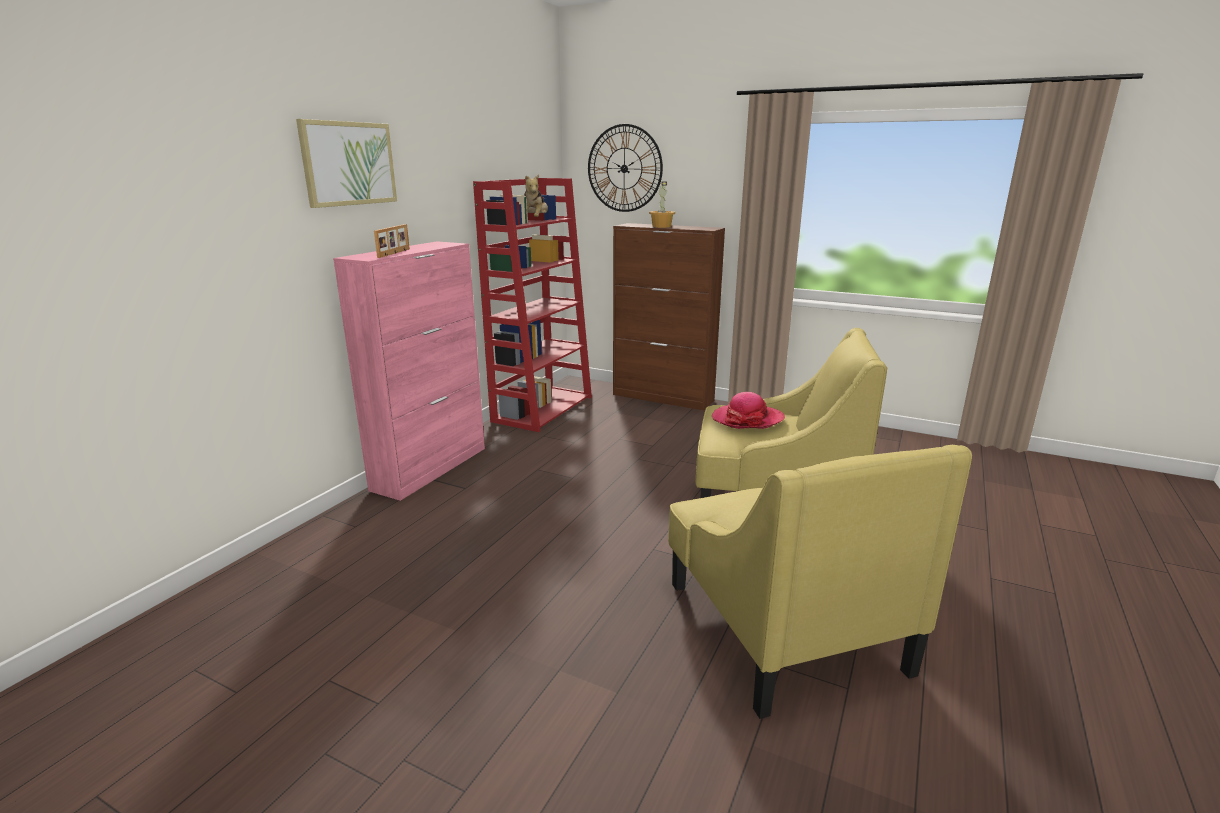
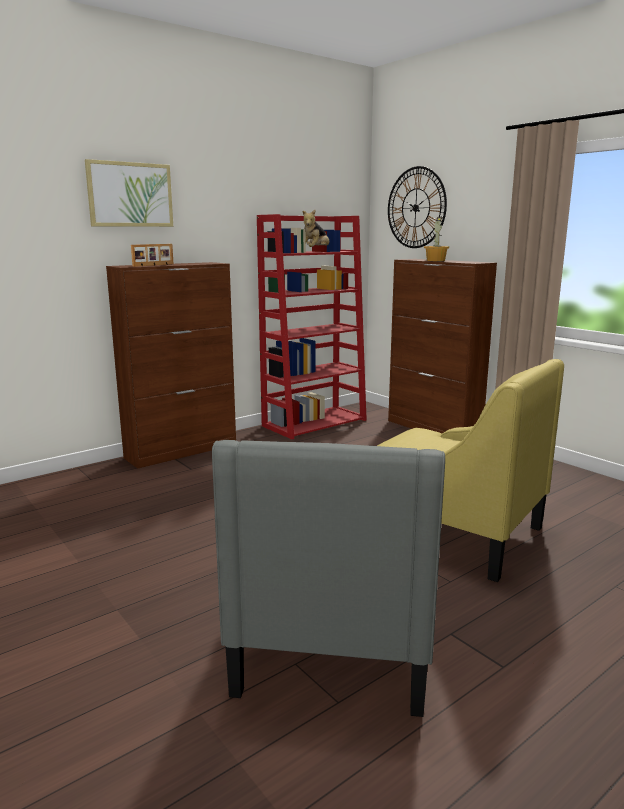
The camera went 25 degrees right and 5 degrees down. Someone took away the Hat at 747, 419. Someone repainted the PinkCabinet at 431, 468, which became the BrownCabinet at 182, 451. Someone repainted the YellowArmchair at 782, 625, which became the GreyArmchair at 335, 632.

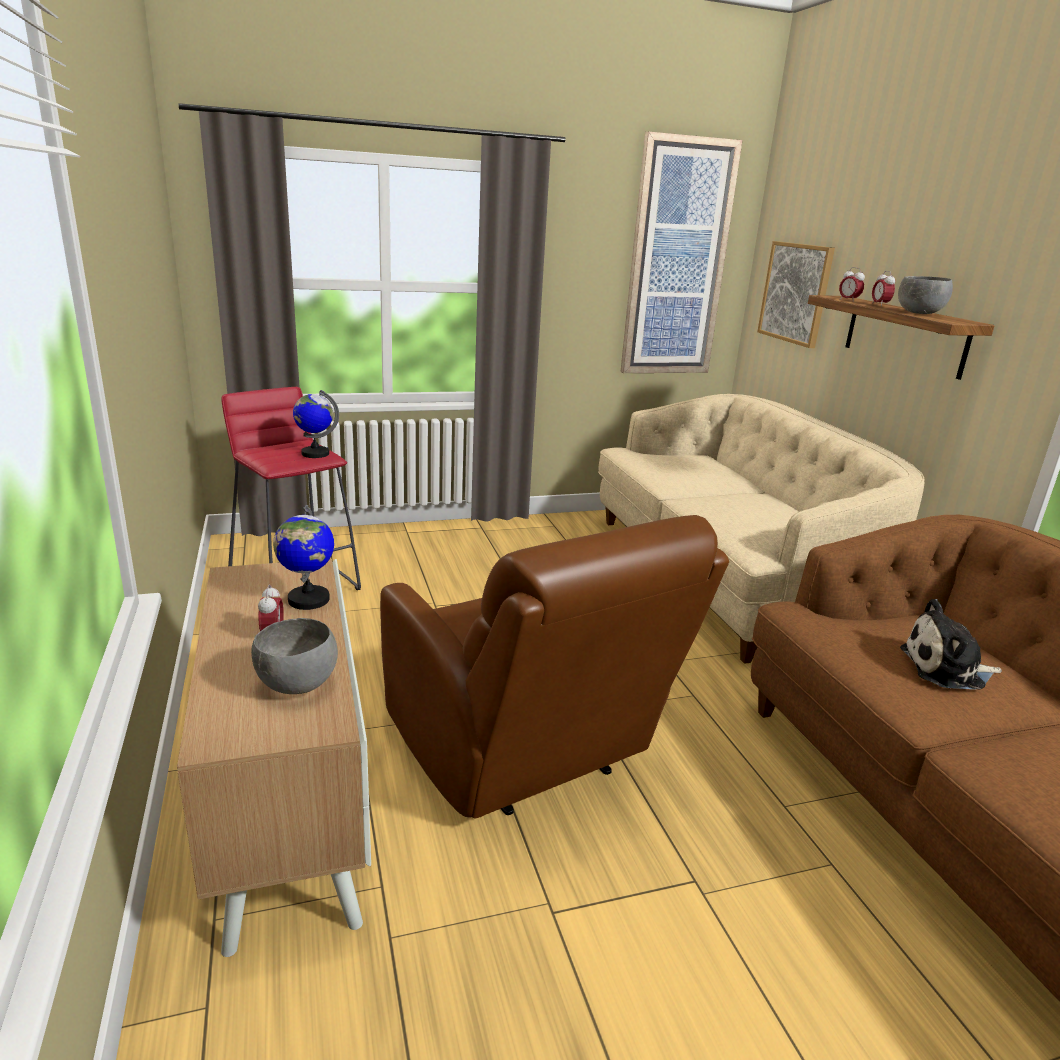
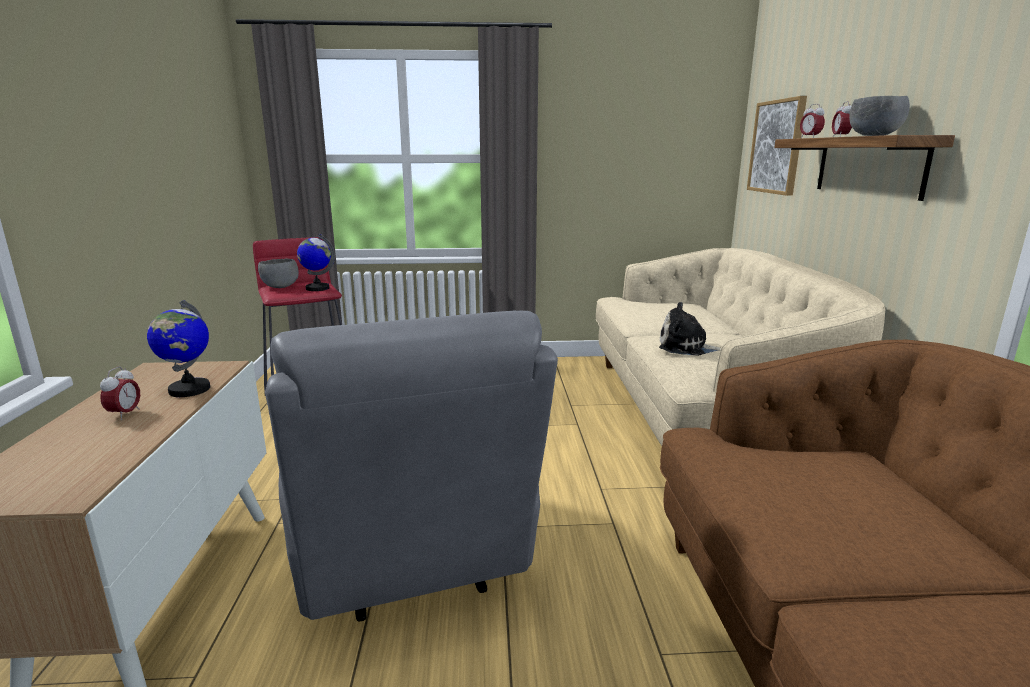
The camera went 15 degrees right and 5 degrees down. Someone took away the Picture at 677, 260. Someone carried the GreyBowl from 296, 685 to 280, 287. Someone carried the PlushToy from 947, 669 to 686, 348. Someone repainted the BrownArmchair at 525, 754, which became the GreyArmchair at 412, 562.

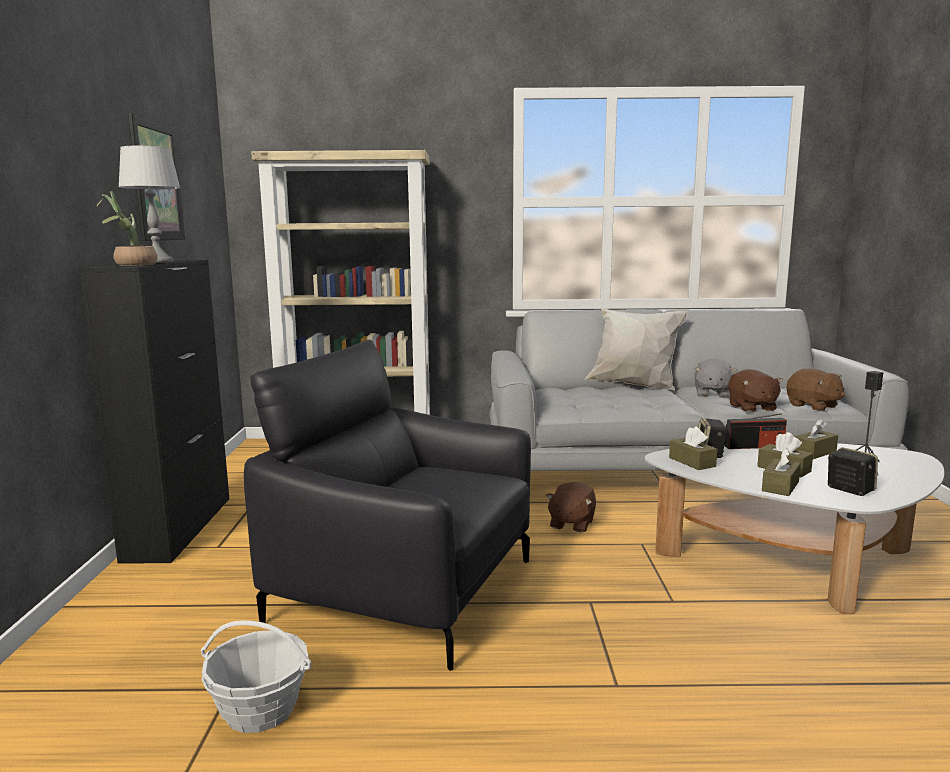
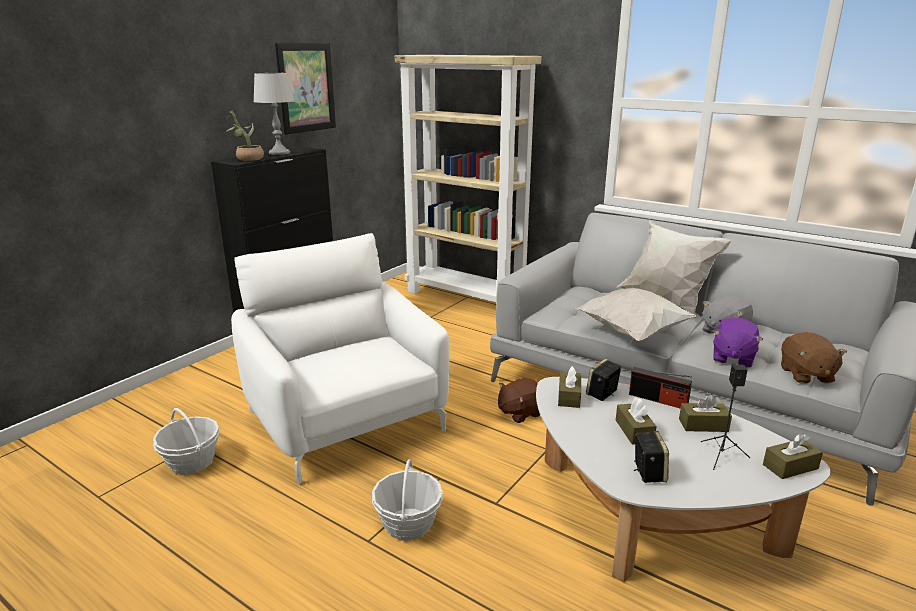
The camera went 35 degrees right and 10 degrees up. Someone put down the Basket at 408, 524. Someone put down the WhitePillow at 634, 333. Someone carried the BrownTissueBox from 780, 486 to 790, 467. Someone repainted the BlackArmchair at 405, 590, which became the WhiteArmchair at 346, 421. Someone repainted the BrownPlushToy at 751, 407, which became the PurplePlushToy at 732, 358.

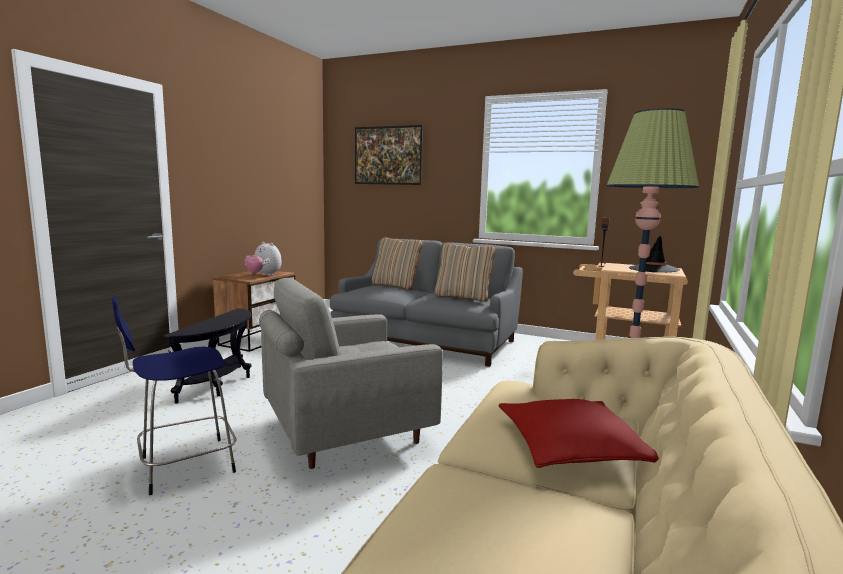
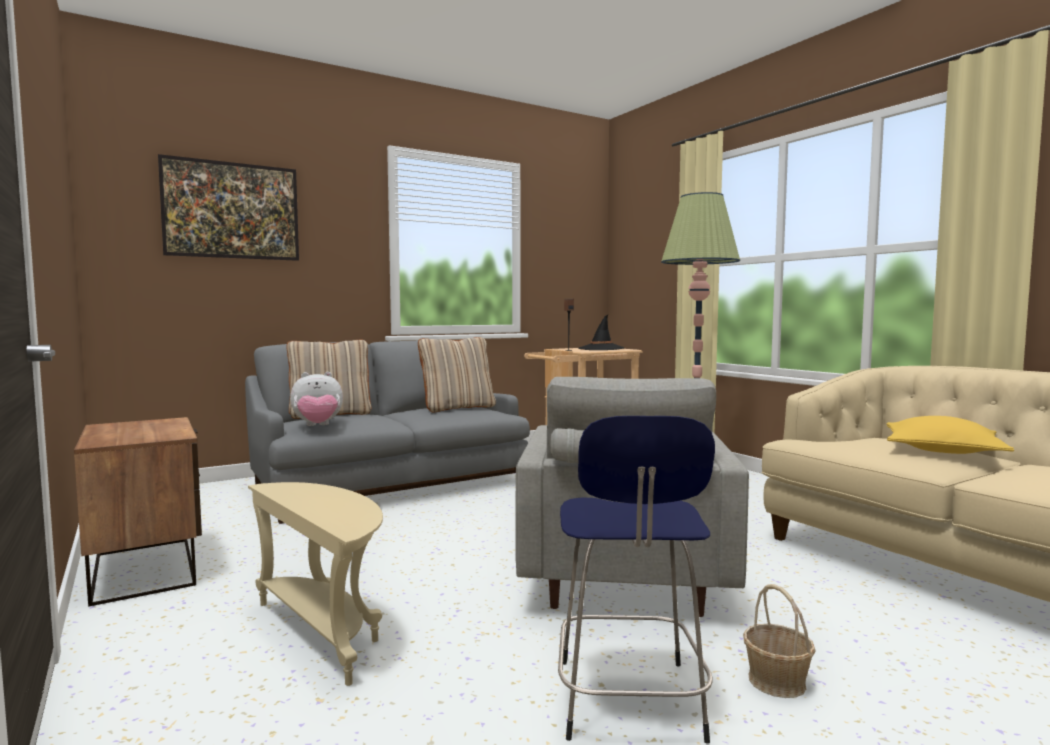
The camera went 55 degrees left and 5 degrees down. Someone put down the Basket at 776, 682. Someone carried the PlushToy from 264, 275 to 318, 426. Someone repainted the BlackSideTable at 221, 384, which became the BeigeSideTable at 324, 631. Someone repainted the RedPillow at 572, 448, which became the YellowPillow at 942, 450.

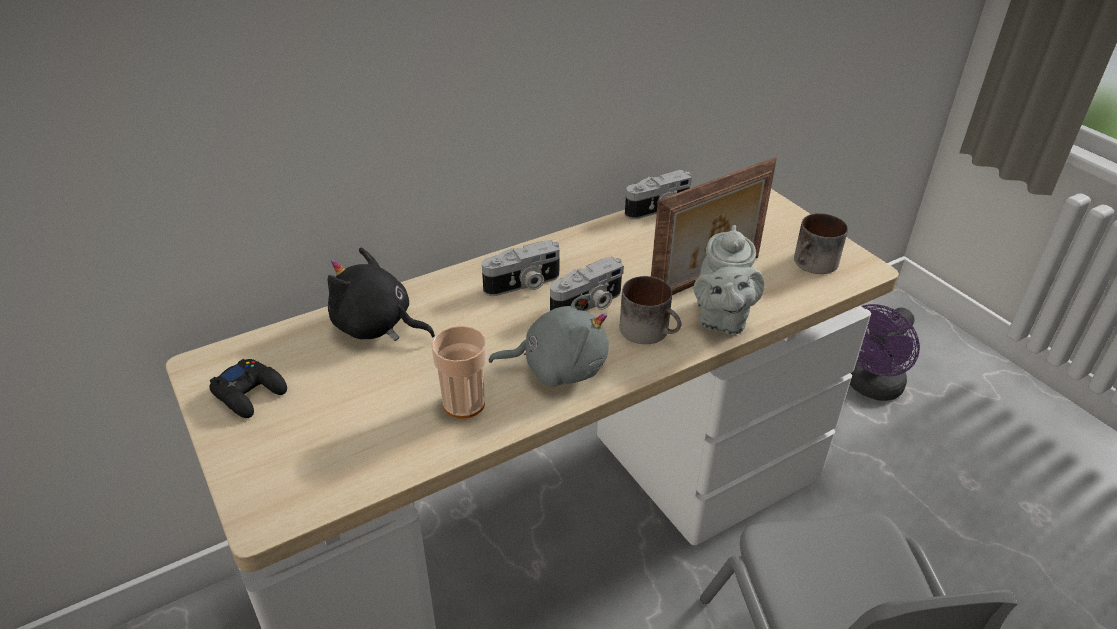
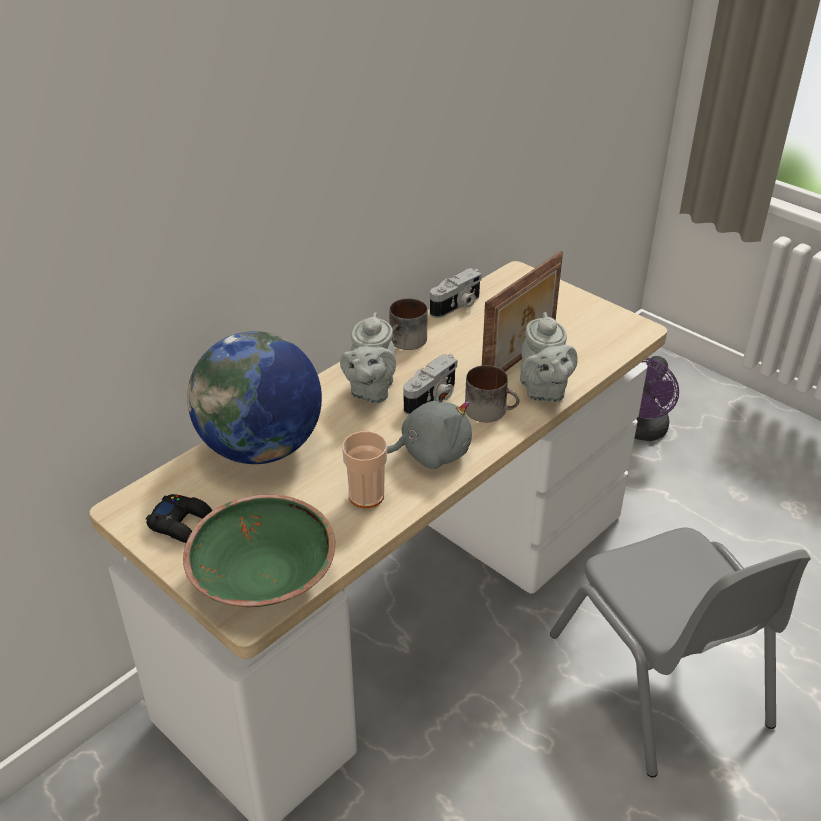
The camera went 15 degrees left and 0 degrees up. Someone put down the GreenBowl at 264, 577. Someone carried the Mug from 813, 265 to 406, 342. Someone swapped the BlackPlushToy at 376, 326 for the Globe at 261, 448. Someone swapped the PhotoCamera at 523, 285 for the GreyTeapot at 370, 390.

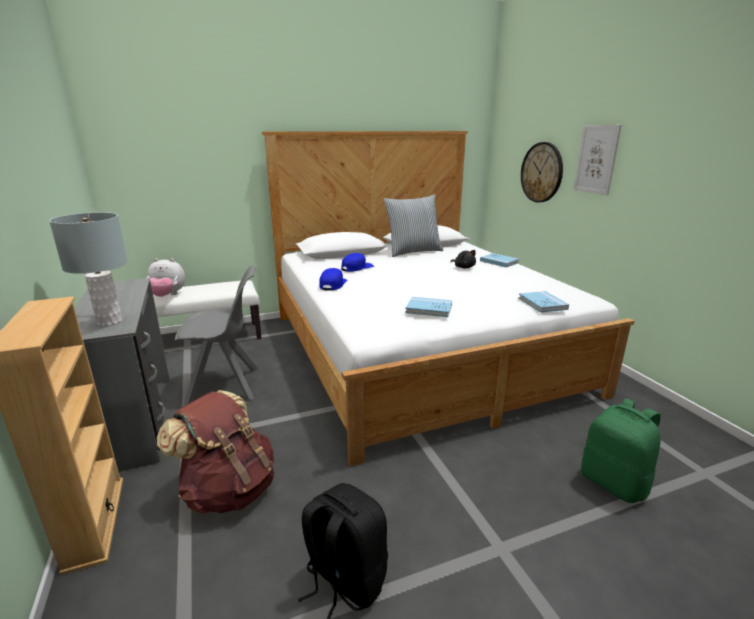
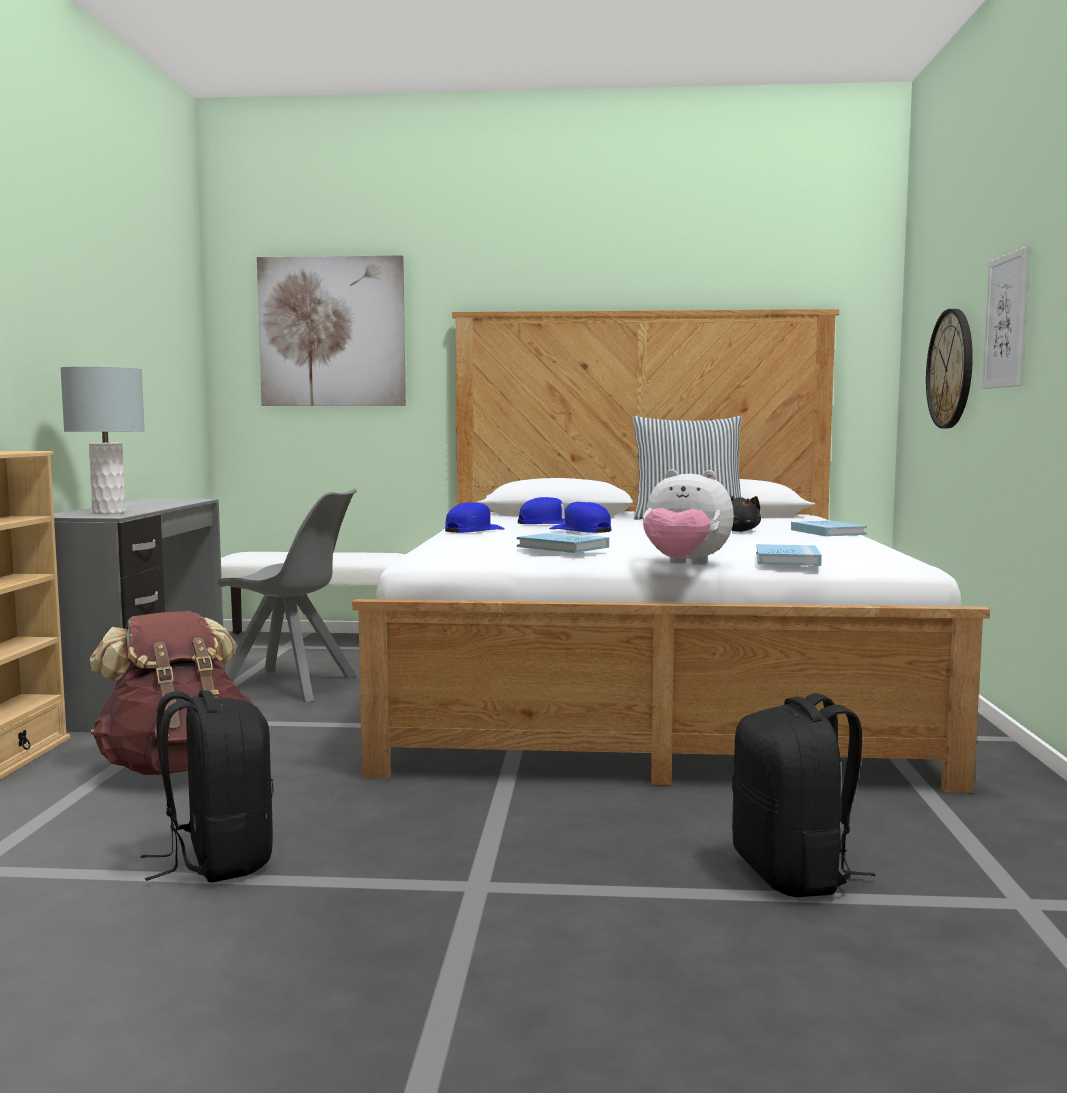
The camera went 25 degrees right and 15 degrees down. Someone put up the Picture at 332, 332. Someone put down the BlueCap at 581, 530. Someone carried the PlushToy from 167, 296 to 684, 565. Someone repainted the GreenBackpack at 614, 483, which became the BlackBackpack at 794, 874.

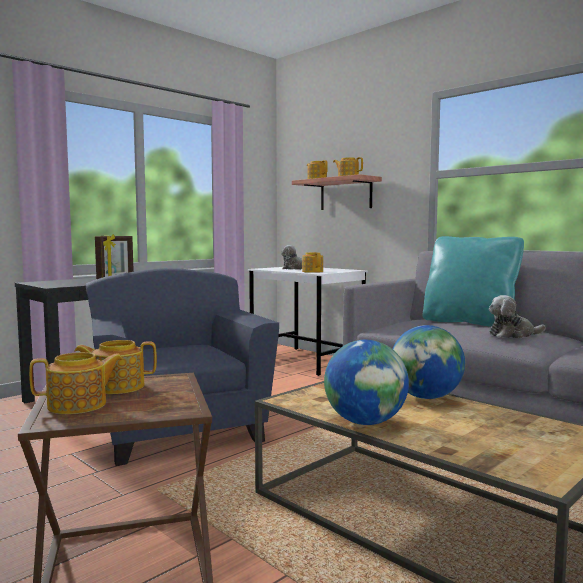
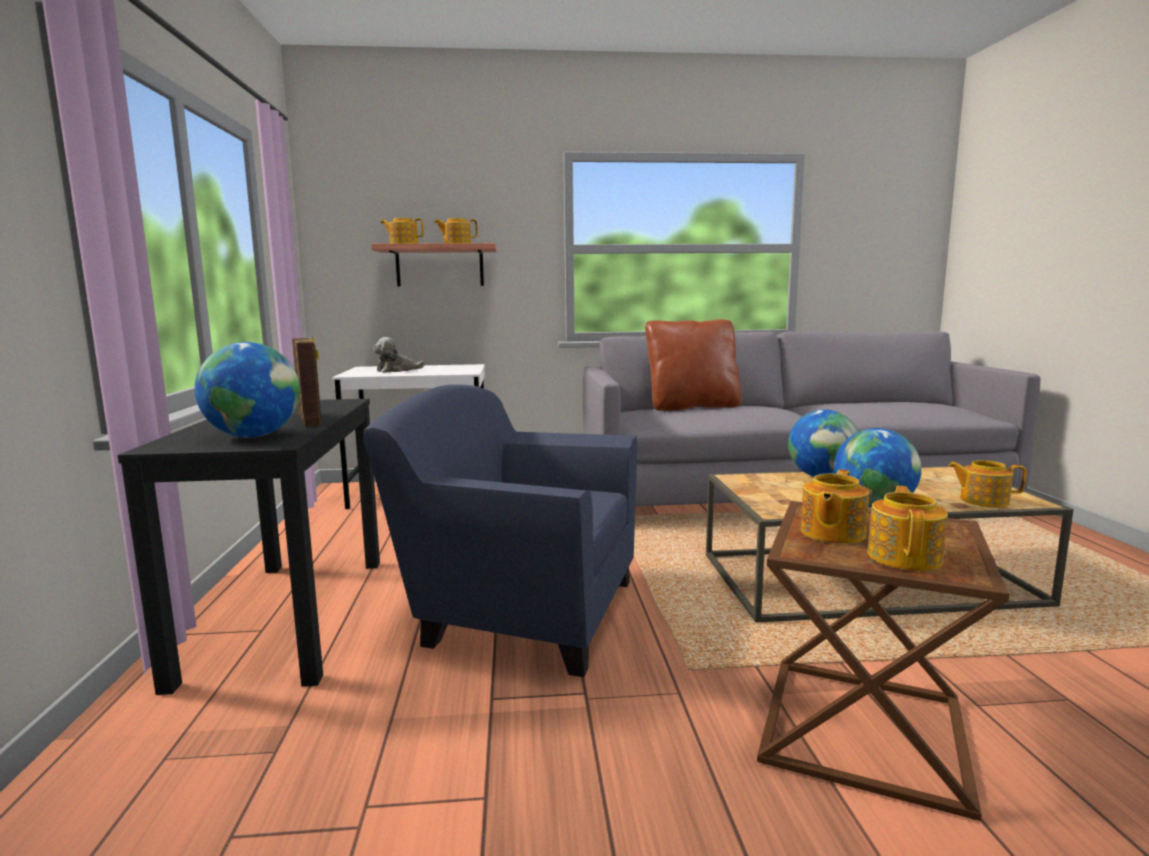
The camera went 50 degrees left and 5 degrees up. Someone took away the PlushToy at 513, 335. Someone put down the Globe at 254, 436. Someone carried the Teapot from 312, 271 to 982, 500. Someone repainted the TurquoisePillow at 469, 322, which became the BrownPillow at 692, 407.

